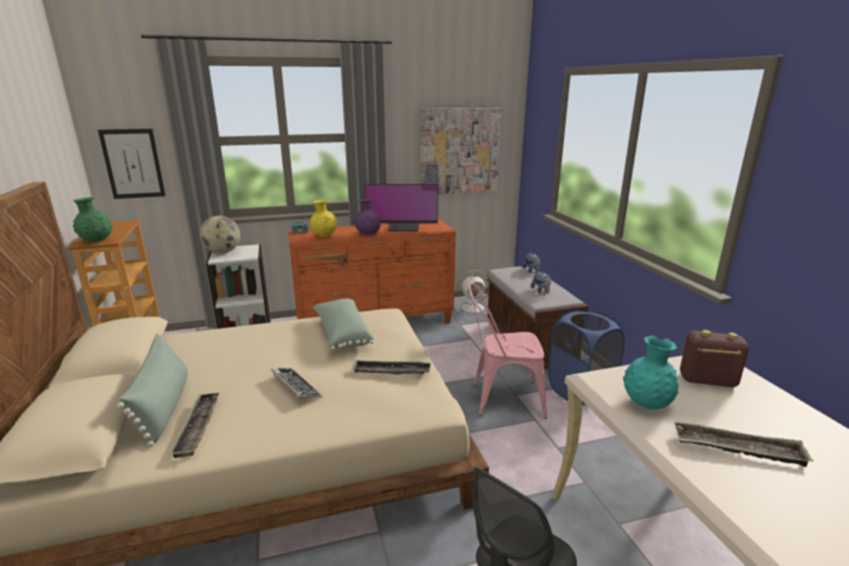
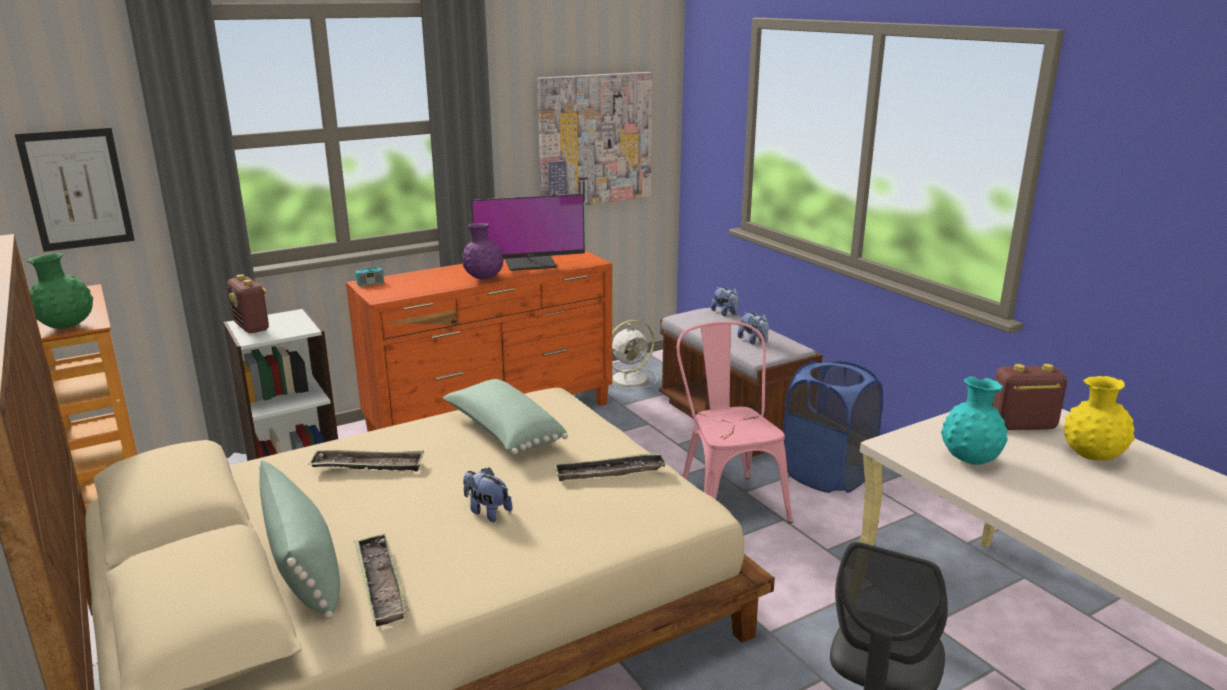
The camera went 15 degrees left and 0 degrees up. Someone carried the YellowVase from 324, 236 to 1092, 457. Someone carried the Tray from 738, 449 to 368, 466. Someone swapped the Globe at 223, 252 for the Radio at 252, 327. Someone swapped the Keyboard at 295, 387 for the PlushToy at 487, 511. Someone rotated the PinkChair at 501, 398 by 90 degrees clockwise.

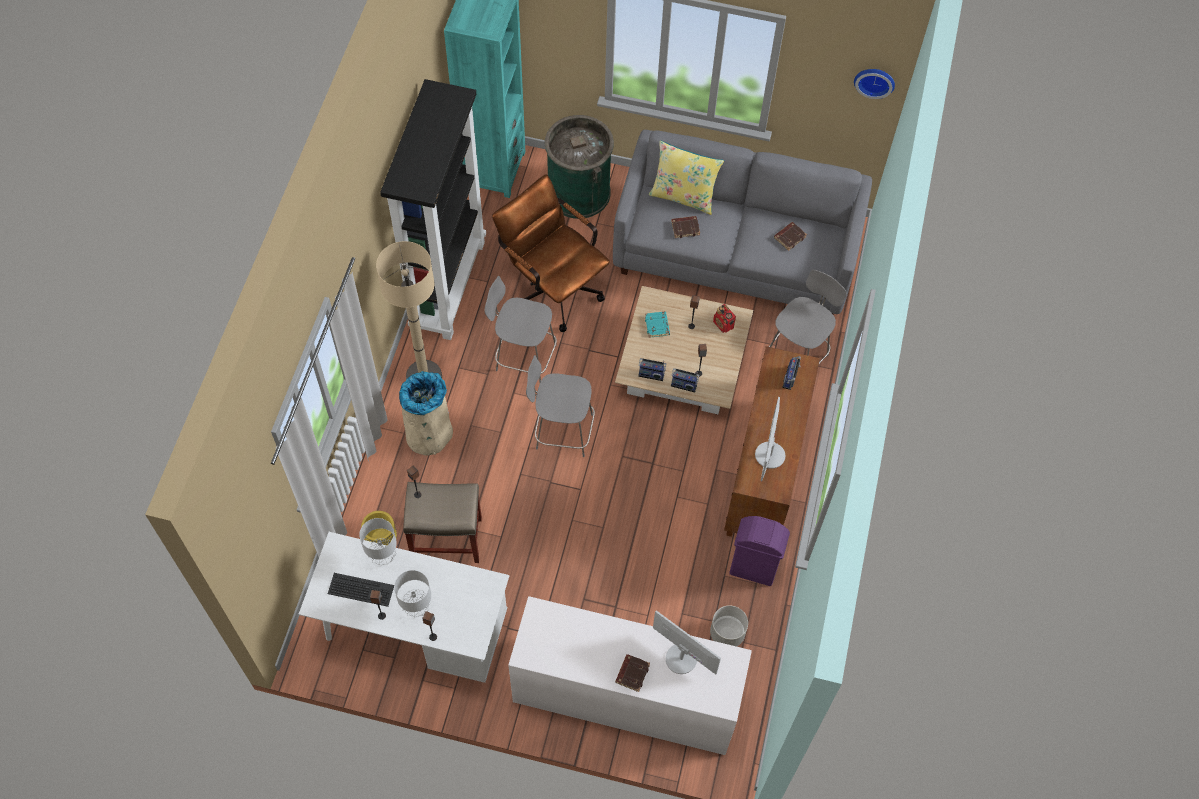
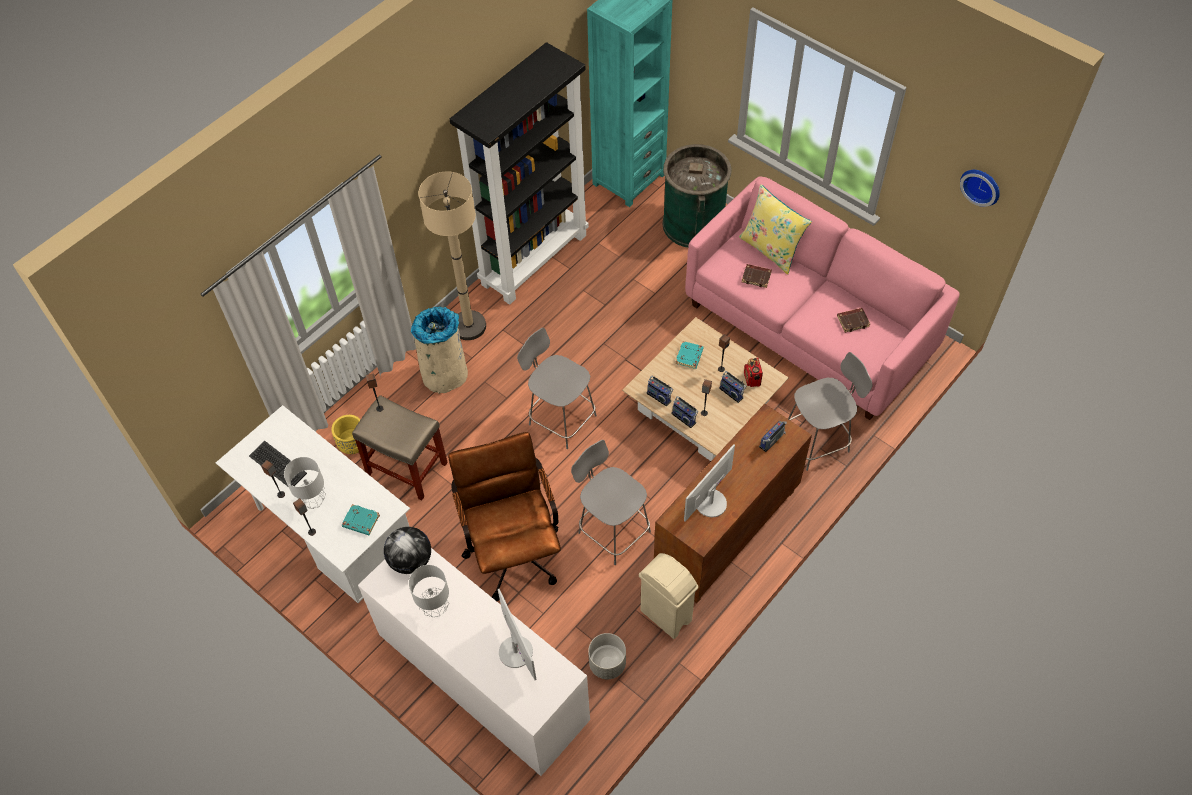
The camera went 30 degrees right and 5 degrees down. Someone took away the BrownBook at 632, 673. Someone put down the TurquoiseBook at 360, 521. Someone put down the Globe at 411, 560. Someone put down the Radio at 732, 392. Someone carried the GreyTableLamp from 384, 556 to 436, 608. Someone carried the GreyChair from 523, 356 to 612, 530. Someone carried the BrownOfficeChair from 552, 287 to 512, 547. Someone repainted the GreySofa at 736, 253, which became the PinkSofa at 809, 327. Someone repainted the PurpleTrashCan at 753, 569, which became the BeigeTrashCan at 666, 616.

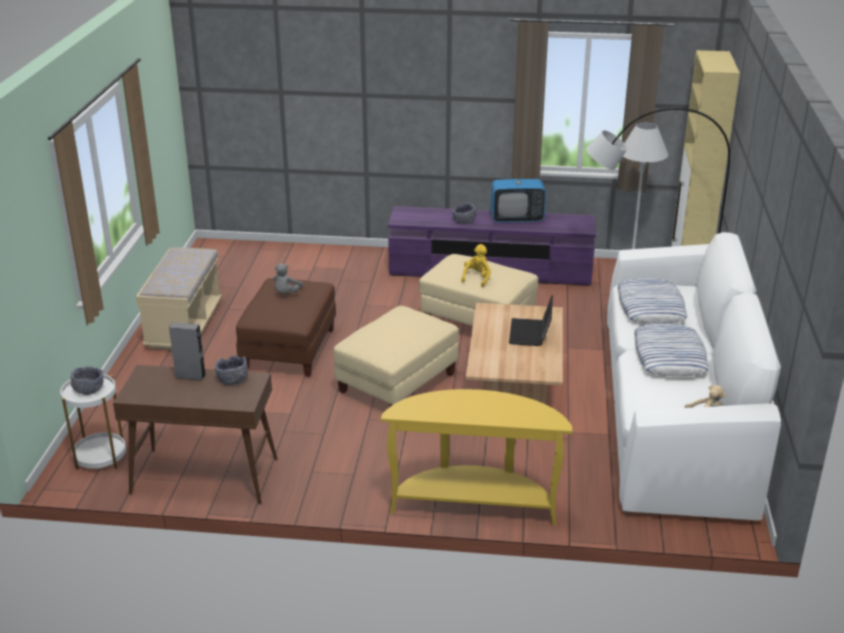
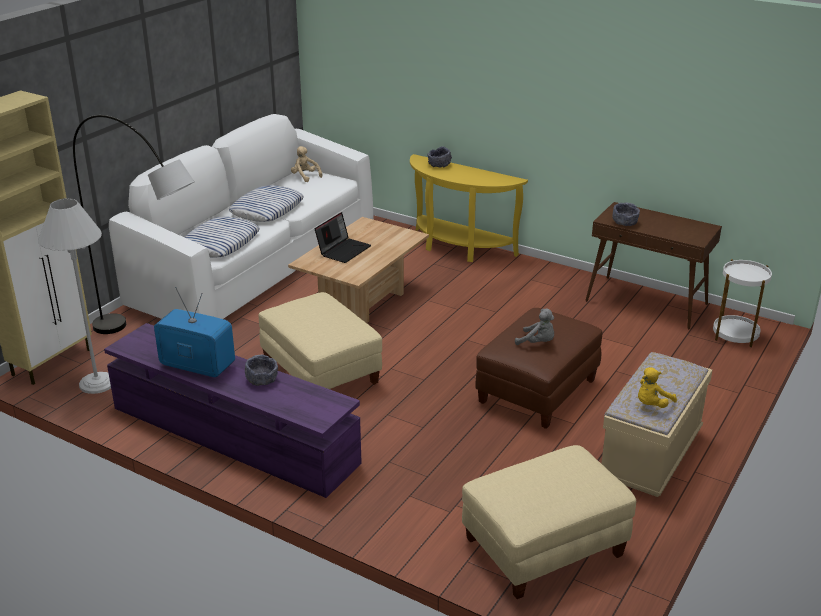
The camera went 155 degrees left and 0 degrees up. Someone took away the GreySpeaker at 190, 376. Someone carried the GreyBowl from 88, 389 to 439, 165. Someone carried the BeigeOttoman from 397, 384 to 544, 548. Someone carried the YellowPlushToy from 477, 278 to 652, 404. Someone rotated the GreyPlushToy at 286, 293 by 75 degrees clockwise.

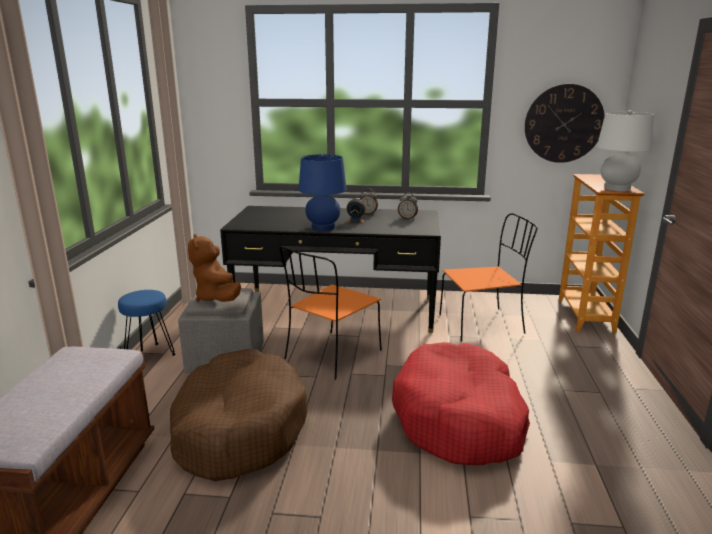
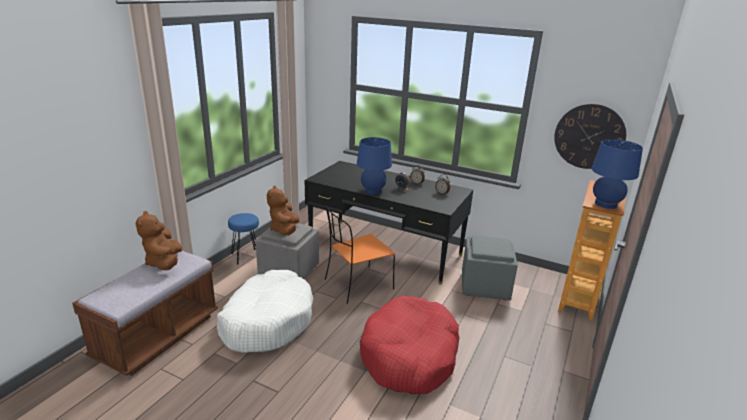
The camera went 20 degrees right and 5 degrees up. Someone put down the BrownPlushToy at 164, 263. Someone swapped the OrangeChair at 483, 324 for the GreyOttoman at 485, 286. Someone repainted the BrownDogBed at 238, 428, which became the WhiteDogBed at 267, 321. Someone repainted the WhiteTableLamp at 617, 188, which became the BlueTableLamp at 605, 204.

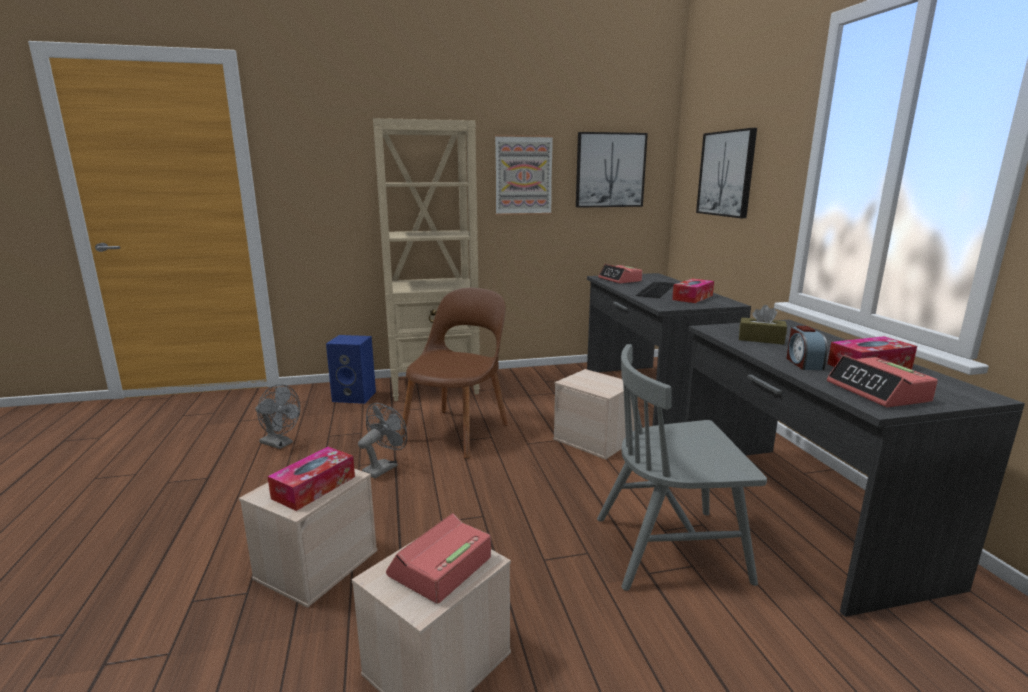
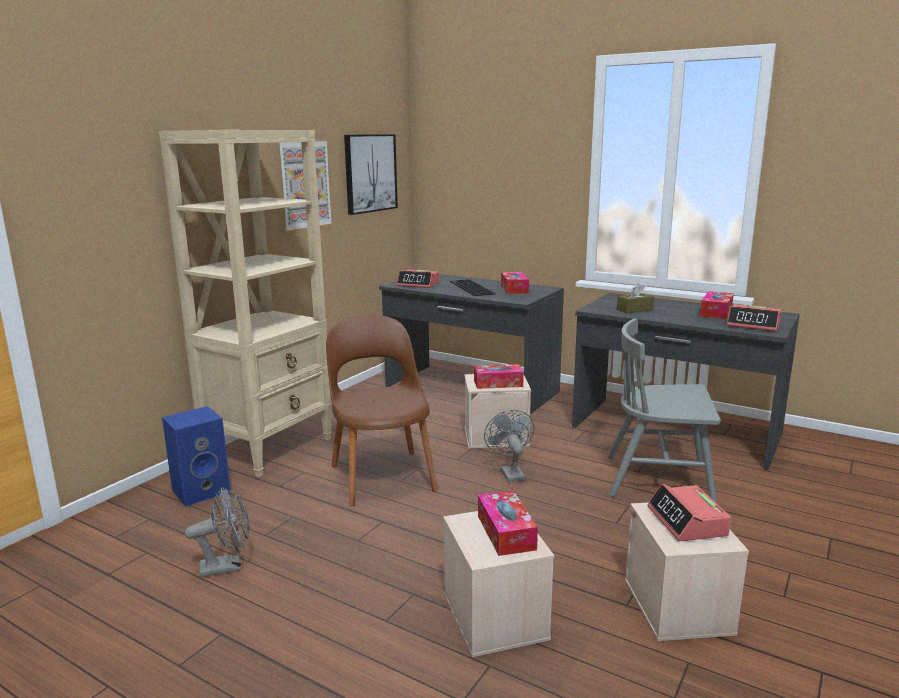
The camera went 45 degrees left and 0 degrees up. Someone took away the Picture at 726, 174. Someone took away the AlarmClock at 803, 363. Someone put down the TissueBox at 498, 383. Someone carried the GreyFan from 384, 467 to 510, 472. Someone rotated the GreyChair at 671, 548 by 60 degrees clockwise.

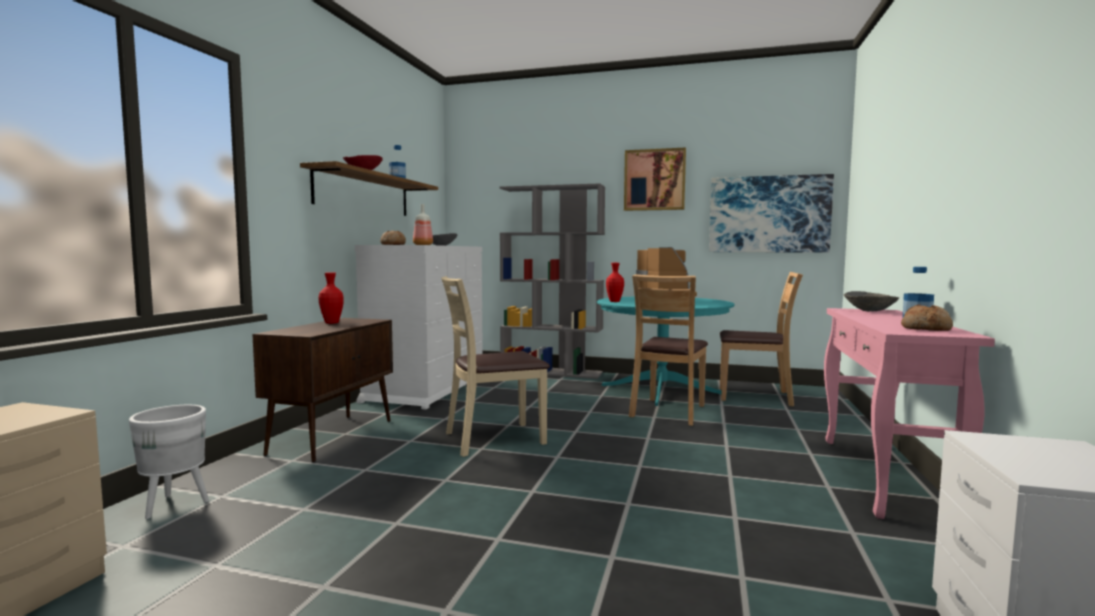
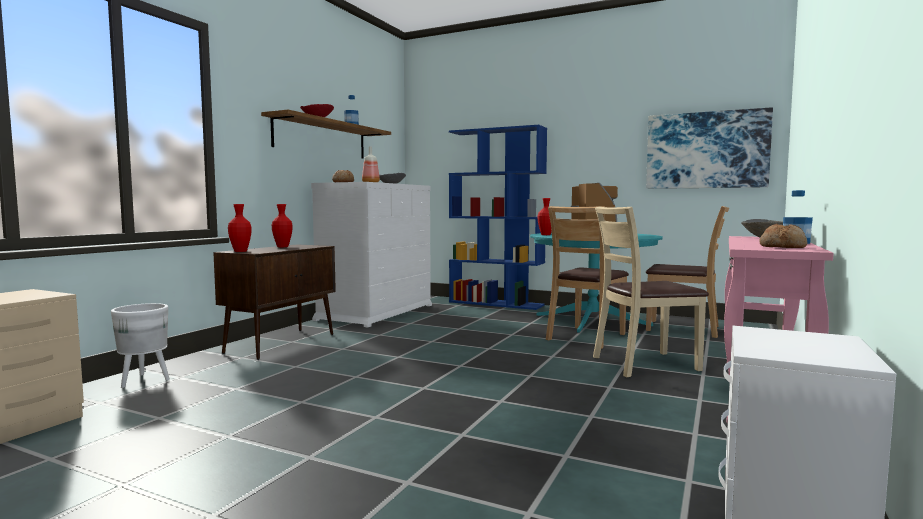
The camera went 10 degrees right and 0 degrees up. Someone took away the Picture at 654, 180. Someone put down the RedVase at 240, 251. Someone carried the BeigeChair from 493, 439 to 644, 364. Someone repainted the GreyBookcase at 552, 372, which became the BlueBookcase at 496, 303.

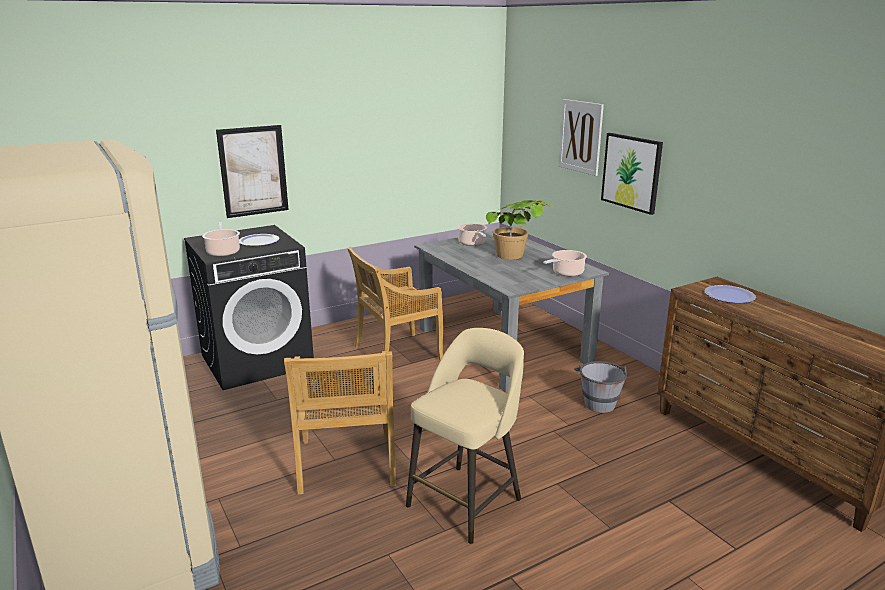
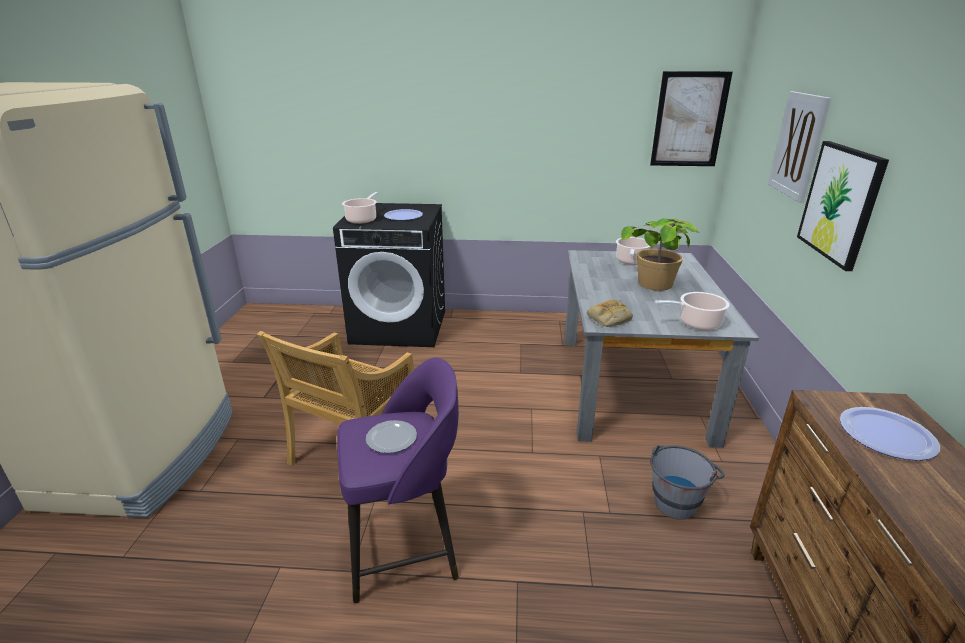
The camera went 35 degrees right and 5 degrees up. Someone took away the BeigeChair at 396, 354. Someone put down the Plate at 390, 438. Someone put down the Bread at 609, 318. Someone carried the Picture from 253, 171 to 689, 120. Someone repainted the BeigeStool at 466, 501, which became the PurpleStool at 405, 549.

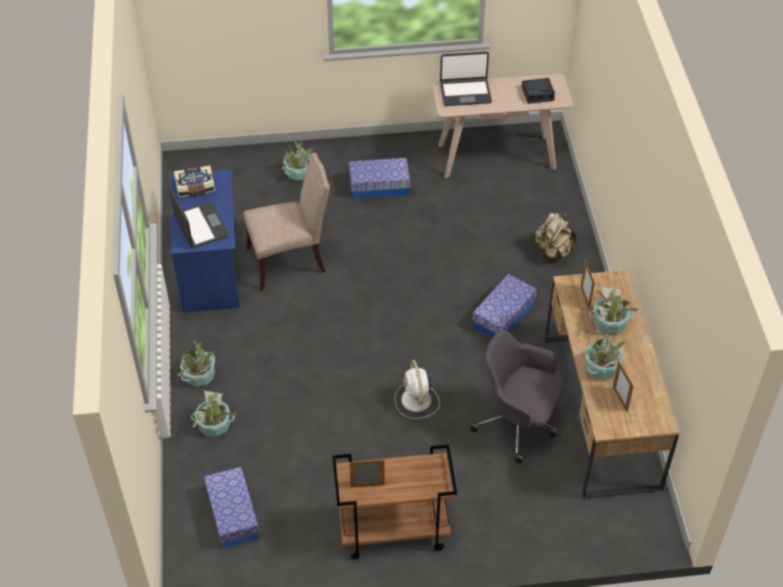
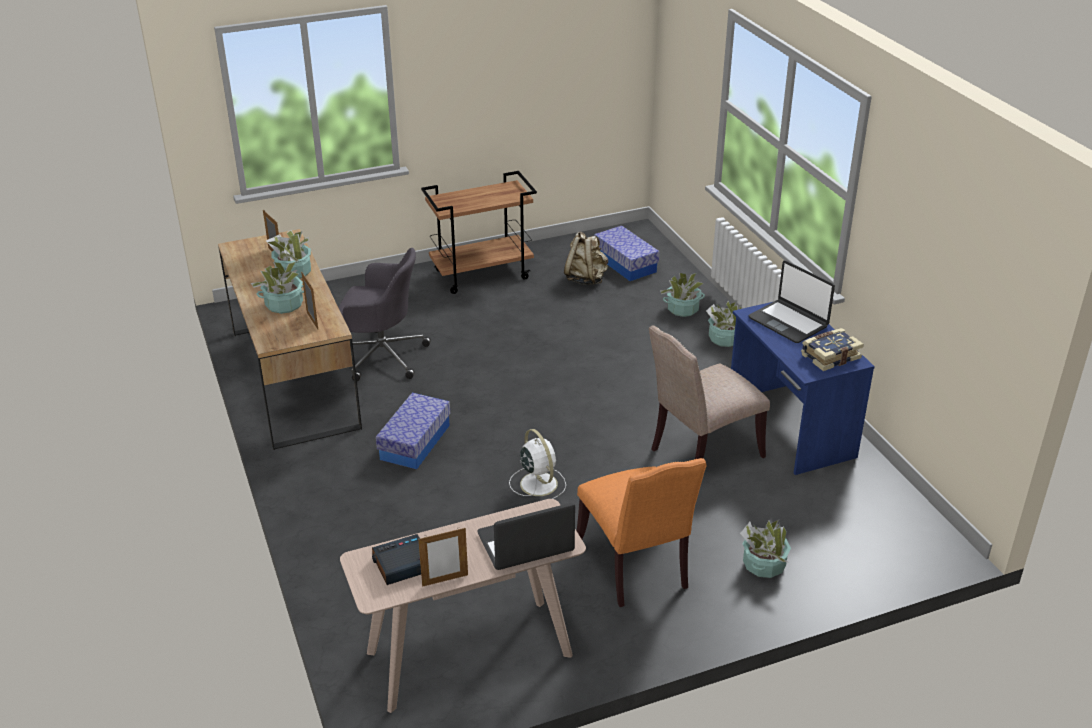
The camera went 165 degrees right and 15 degrees down. Someone carried the PictureFrame from 367, 486 to 445, 580. Someone carried the WhiteFan from 416, 401 to 537, 483. Someone carried the BeigeBackpack from 553, 251 to 586, 279. Someone swapped the StorageBox at 379, 186 for the OrangeChair at 636, 568.

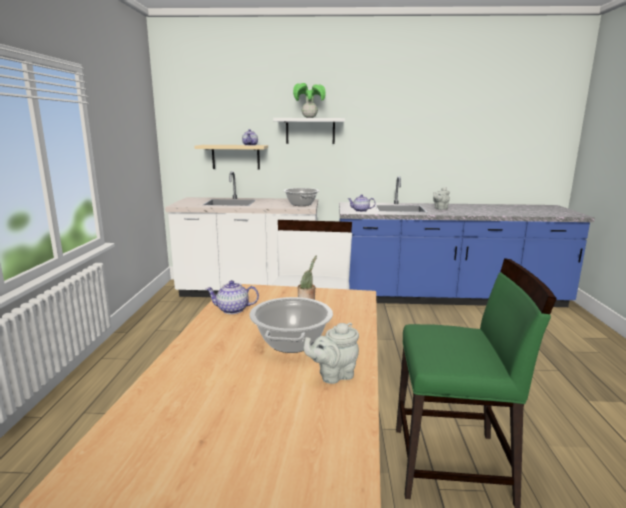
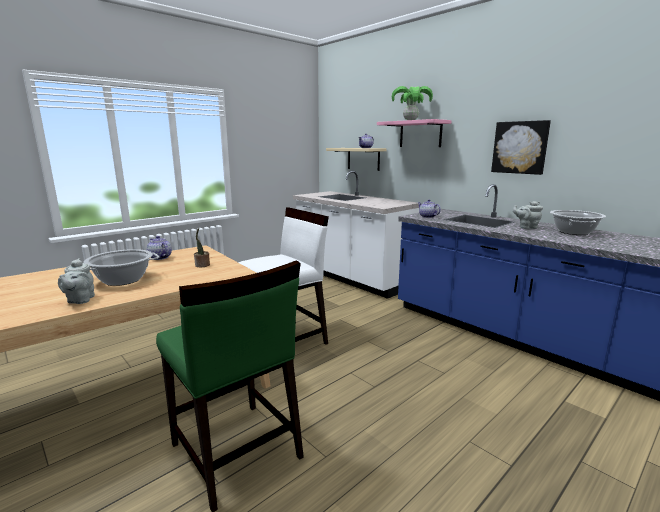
The camera went 45 degrees right and 0 degrees up. Someone put up the Picture at 520, 147. Someone carried the CookingPot from 301, 204 to 574, 232. Someone repainted the WhiteShelf at 310, 131, which became the PinkShelf at 420, 134. Someone rotated the GreyTeapot at 333, 375 by 120 degrees counterclockwise.

